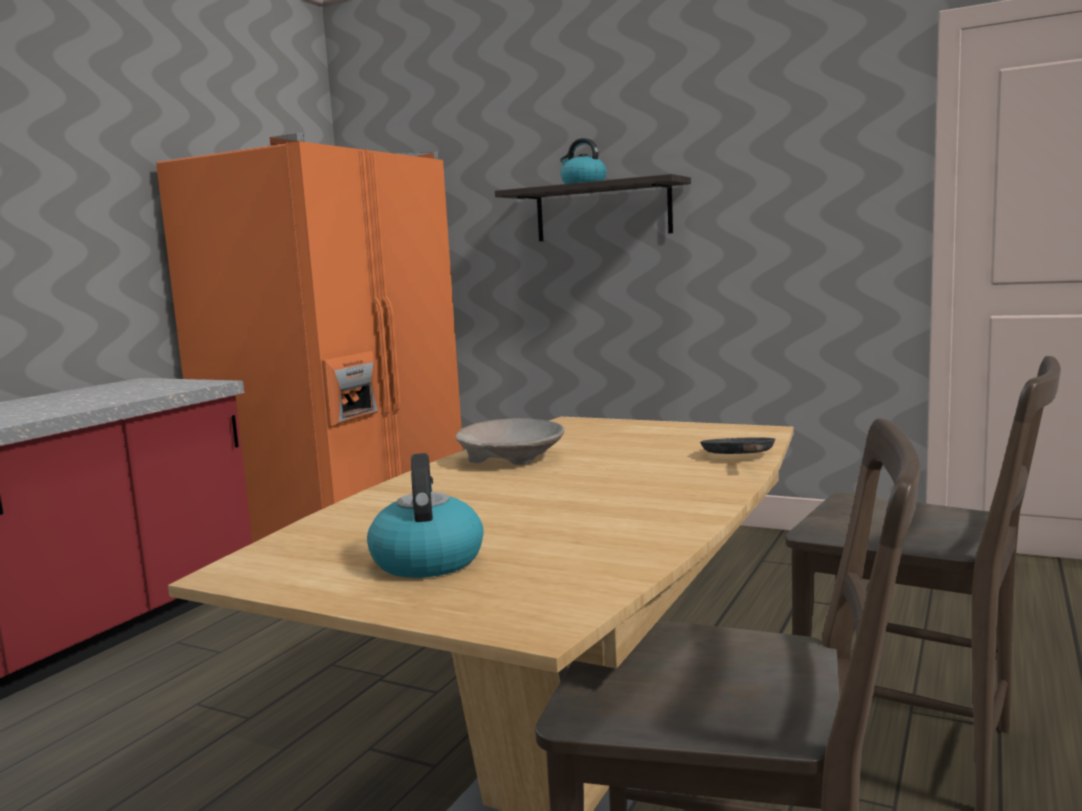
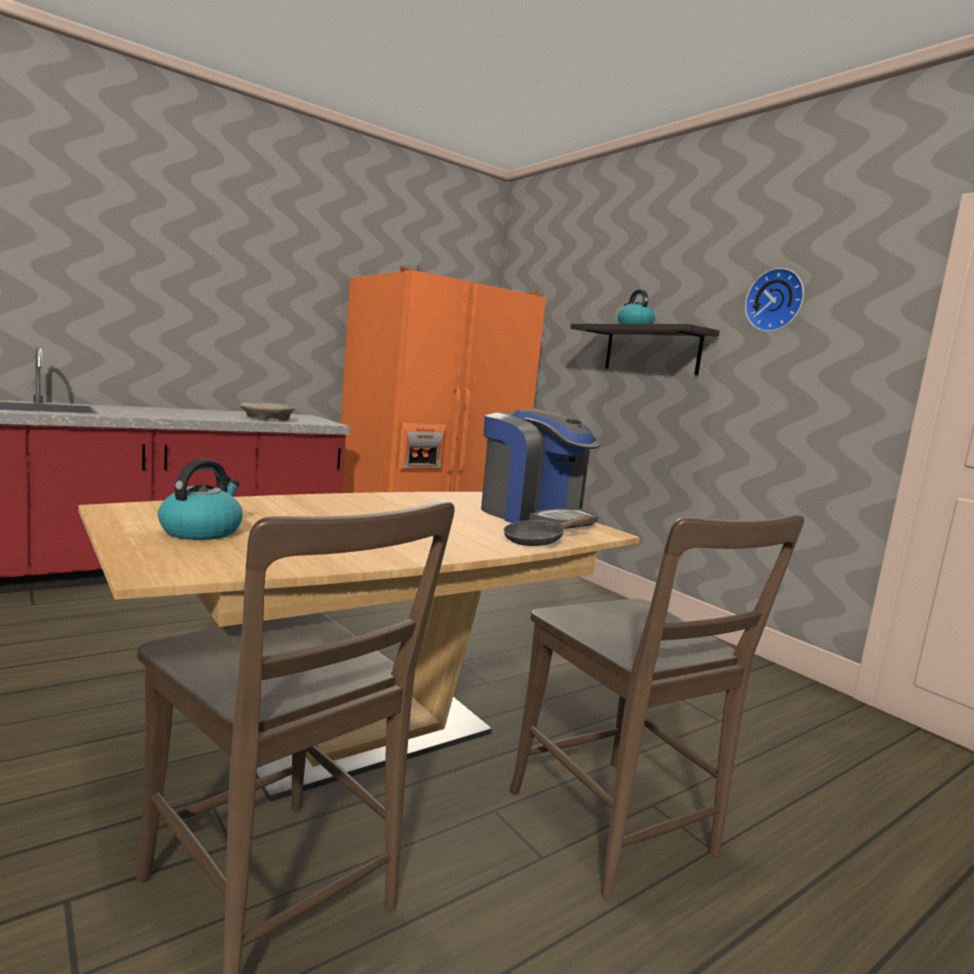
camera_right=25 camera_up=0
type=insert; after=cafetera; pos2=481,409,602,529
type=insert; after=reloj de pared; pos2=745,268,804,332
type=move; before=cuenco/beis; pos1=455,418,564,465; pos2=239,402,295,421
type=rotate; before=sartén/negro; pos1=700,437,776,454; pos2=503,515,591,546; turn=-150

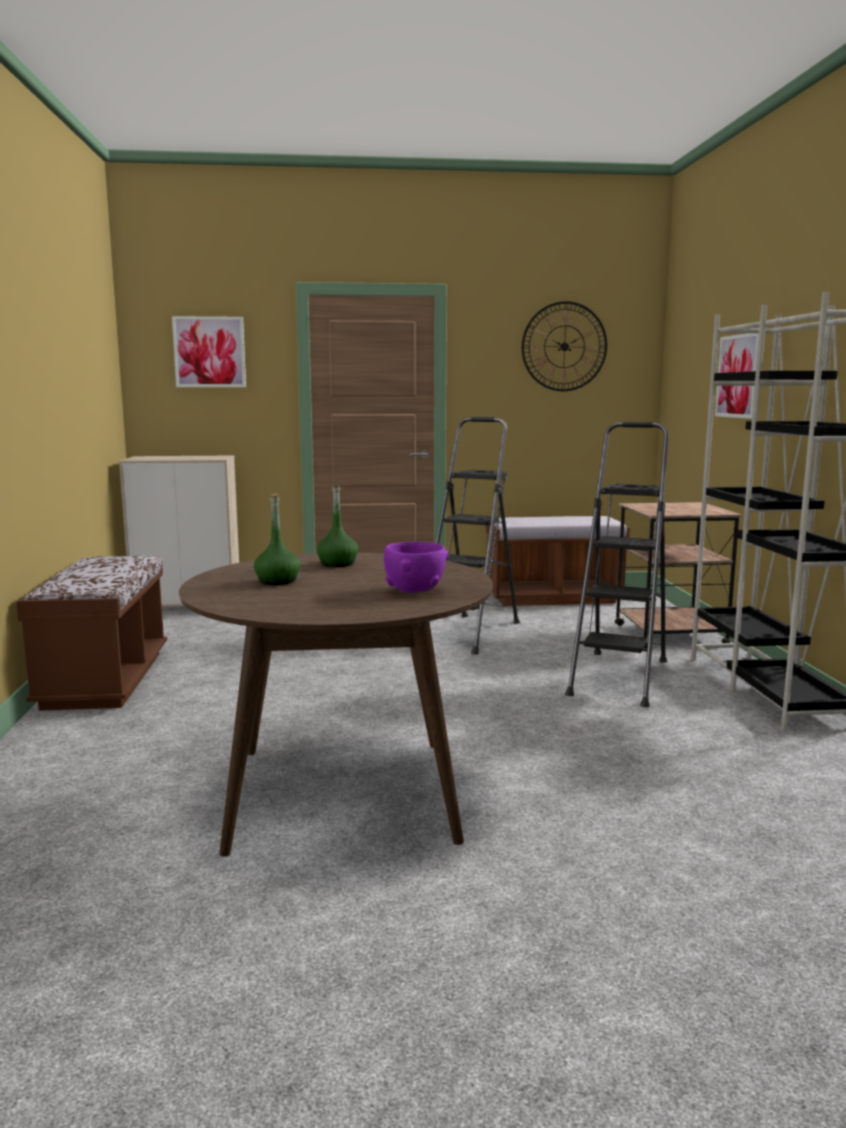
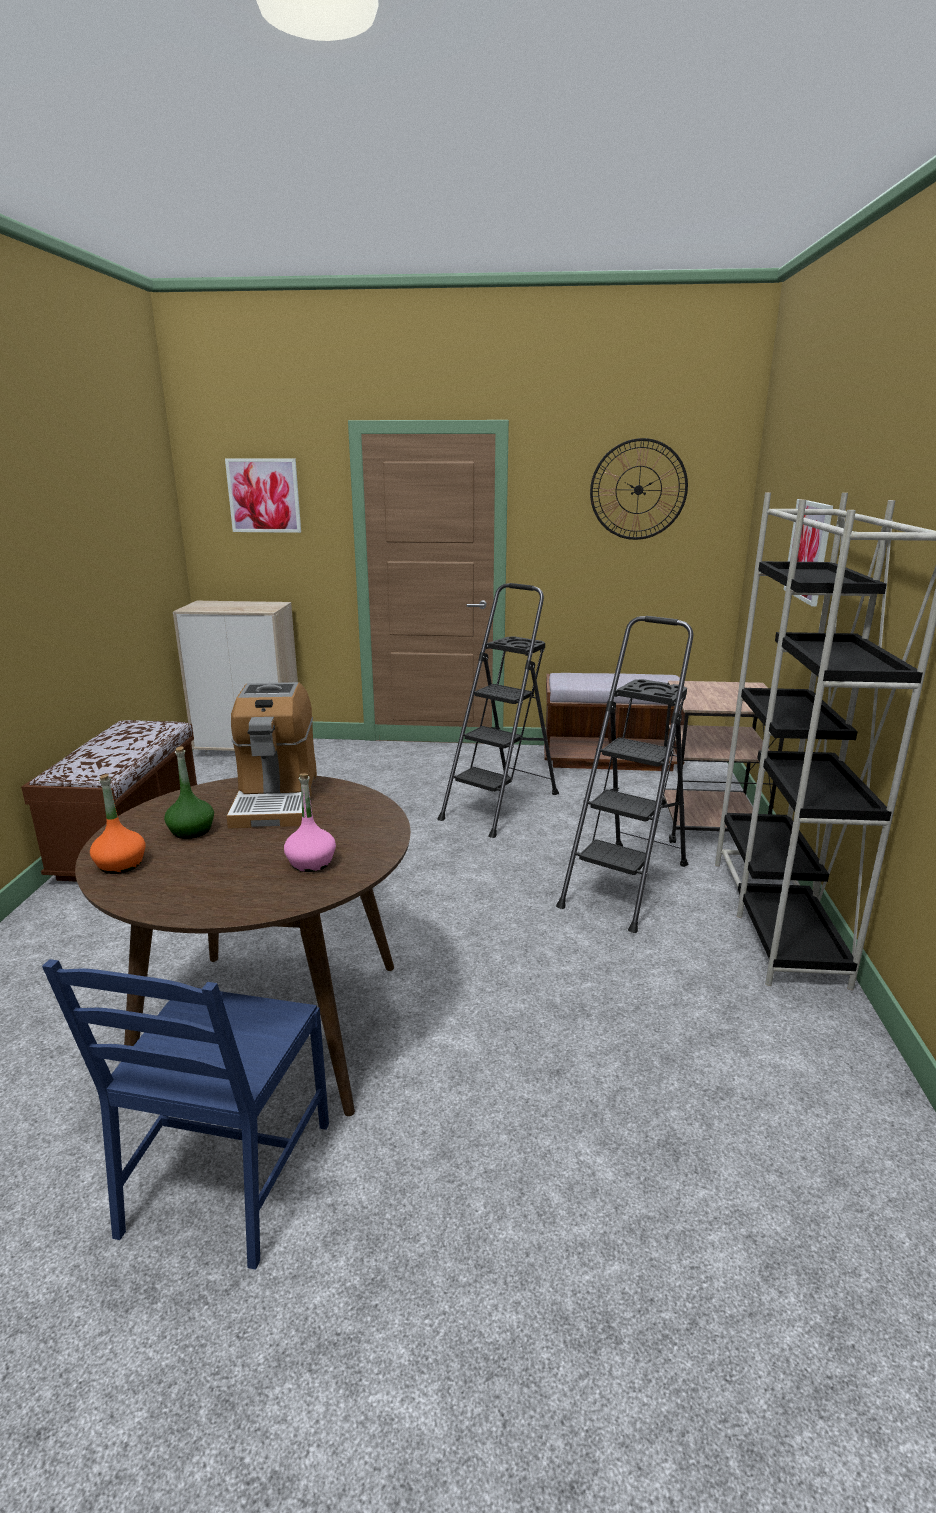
camera_right=10 camera_up=10
type=insert; after=silla/azul; pos2=42,959,329,1270
type=insert; after=botella/naranja; pos2=90,774,146,874
type=replace; before=botella/verde; after=cafetera; pos1=317,485,358,567; pos2=226,682,317,829
type=replace; before=cuenco/morado; after=botella/rosa; pos1=384,542,449,593; pos2=284,773,336,872

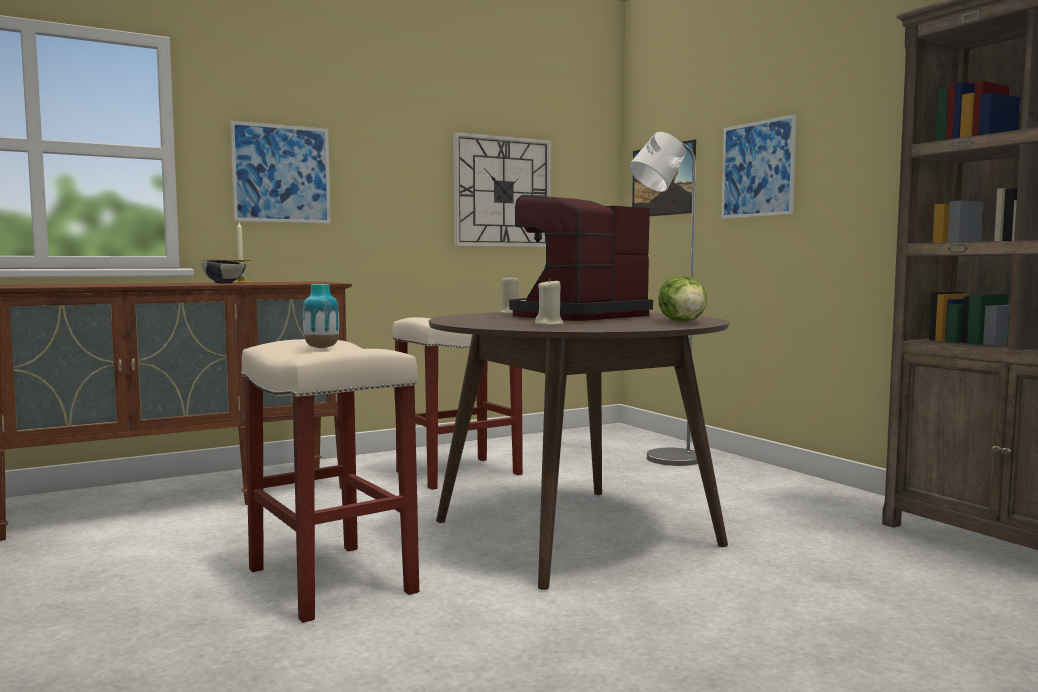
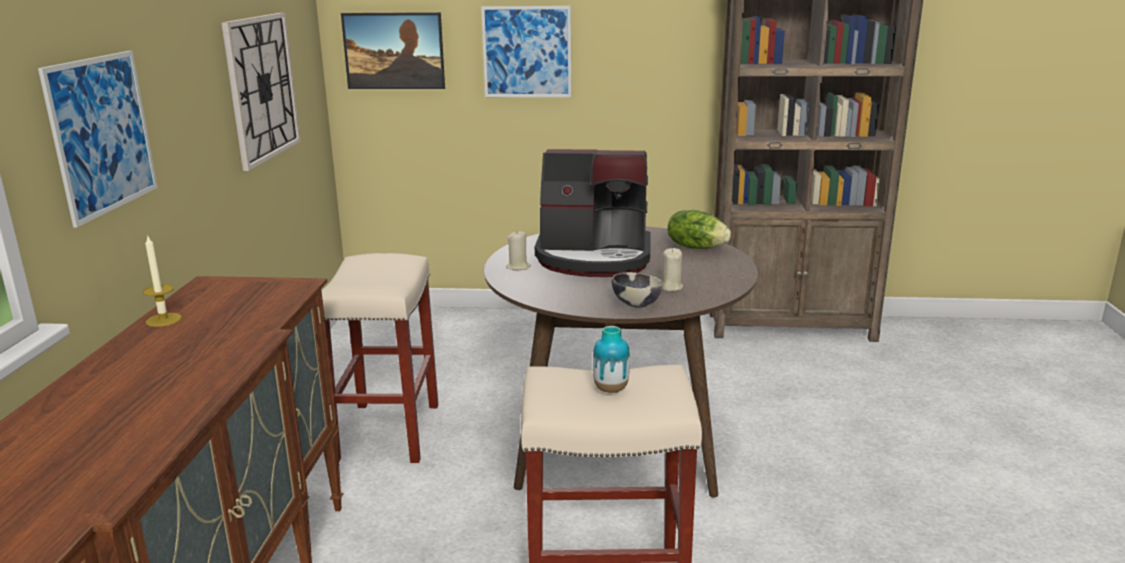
camera_right=-55 camera_up=15
type=delete; before=lámpara de pie/gris; pos1=629,132,698,466
type=move; before=cuenco; pos1=202,259,246,284; pos2=612,272,663,308
type=rotate; before=cafetera; pos1=509,195,653,321; pos2=535,149,650,277; turn=-75

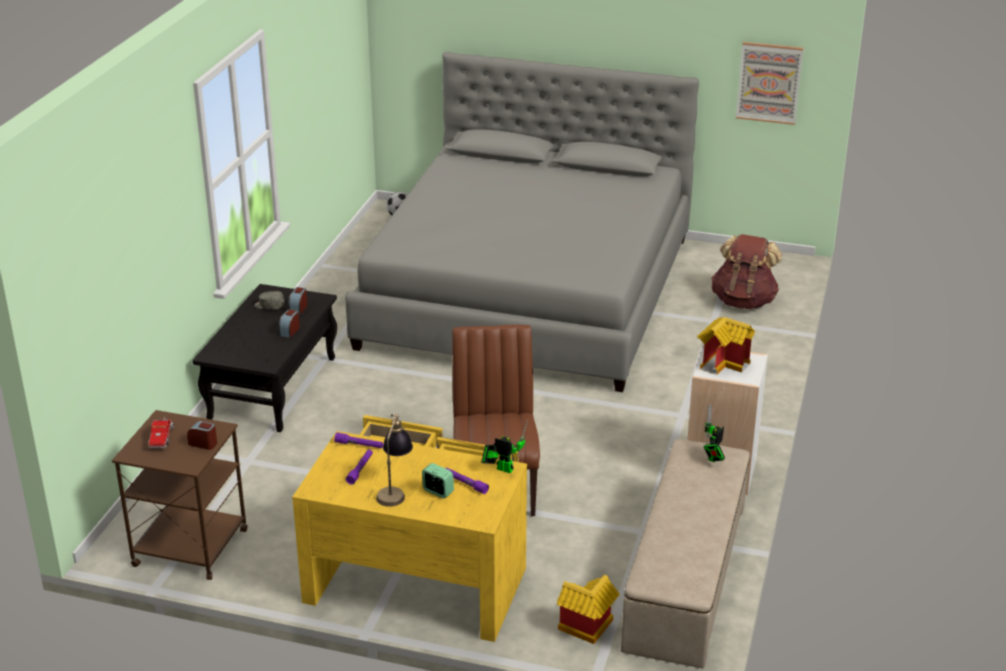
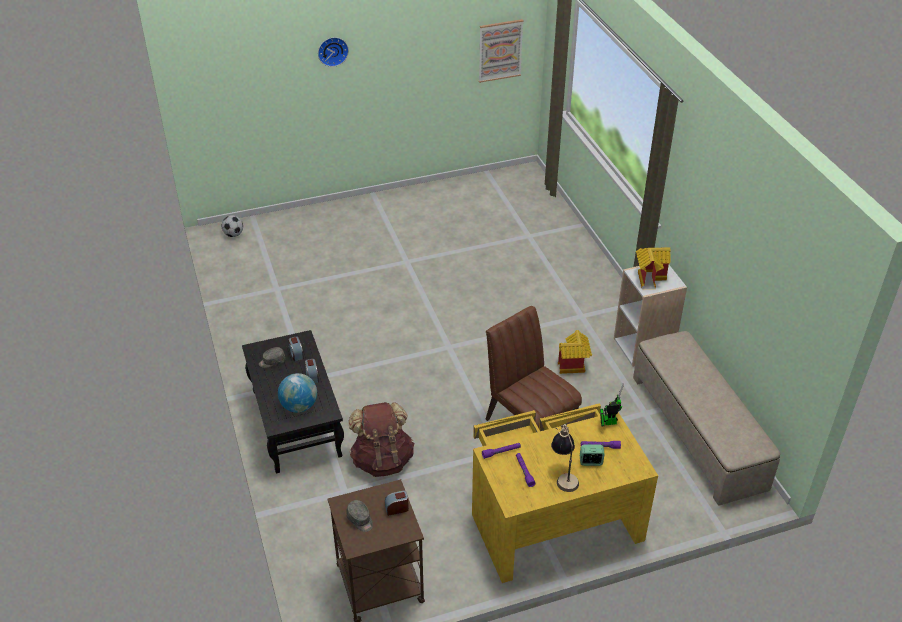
camera_right=-35 camera_up=10
type=delete; before=cama/gris; pos1=345,52,699,392
type=delete; before=robot de juguete; pos1=704,404,725,462
type=insert; after=globo terráqueo; pos2=278,373,317,413
type=insert; after=reloj de pared; pos2=318,37,349,67
type=move; before=casita; pos1=557,575,620,644; pos2=558,330,592,374
type=move; before=mochila/marrón; pos1=712,234,782,309; pos2=349,402,414,477
type=replace; before=camión de juguete; after=gorra/gris; pos1=148,418,174,448; pos2=346,500,373,532

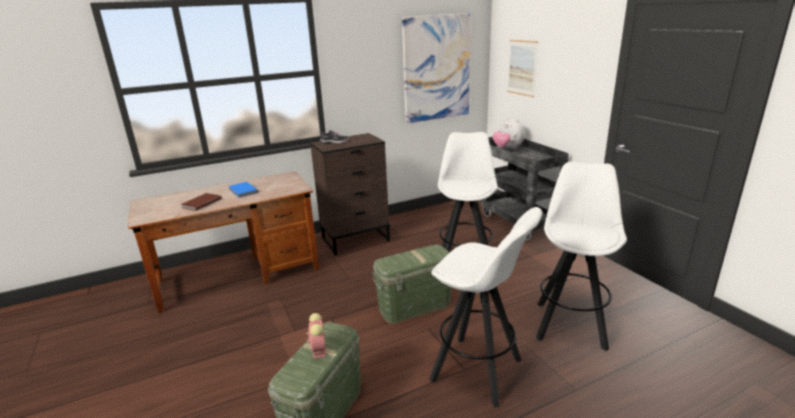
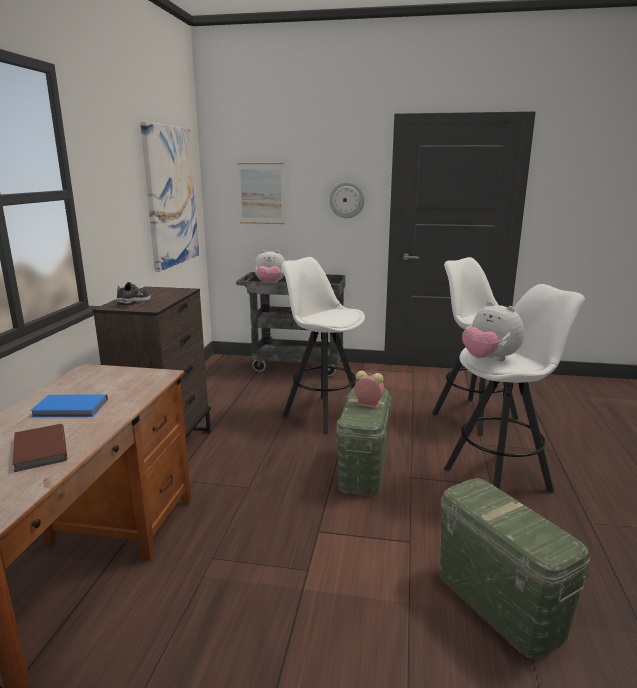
camera_right=-55 camera_up=-5
type=insert; after=reloj de pared; pos2=329,182,364,218
type=insert; after=peluche; pos2=462,301,524,361
type=move; before=despertador; pos1=306,313,326,359; pos2=354,371,384,409

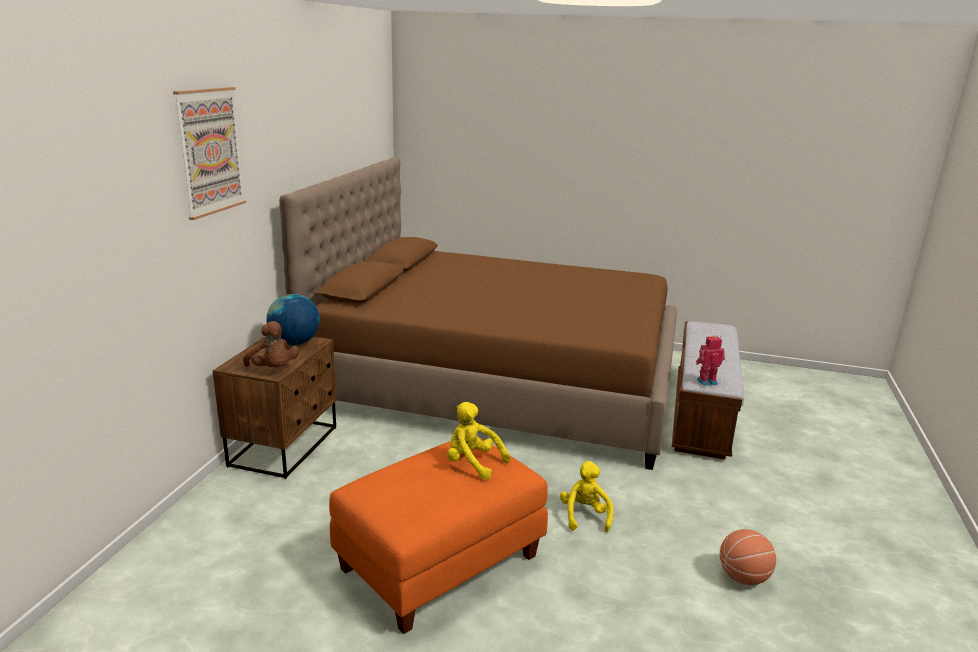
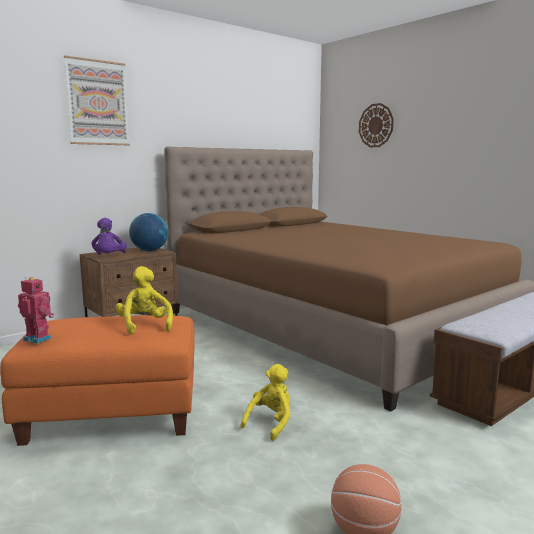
camera_right=35 camera_up=-10
type=insert; after=reloj de pared; pos2=359,103,394,147
type=move; before=robot de juguete; pos1=696,335,725,386; pos2=18,277,54,344
type=recolor; before=peluche/marrón; after=peluche/morado; pos1=243,321,299,367; pos2=91,218,127,255

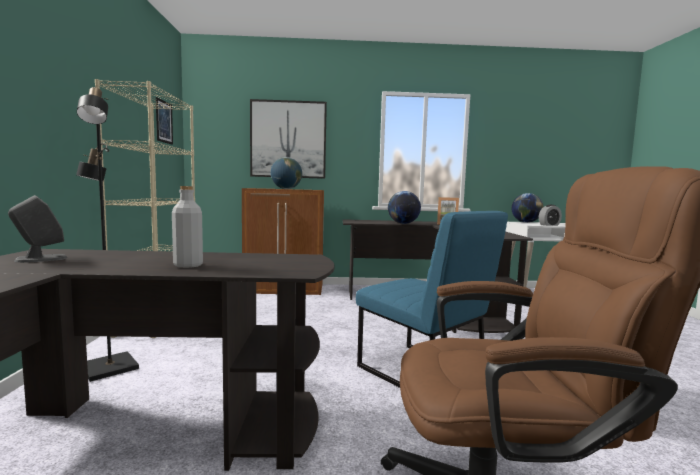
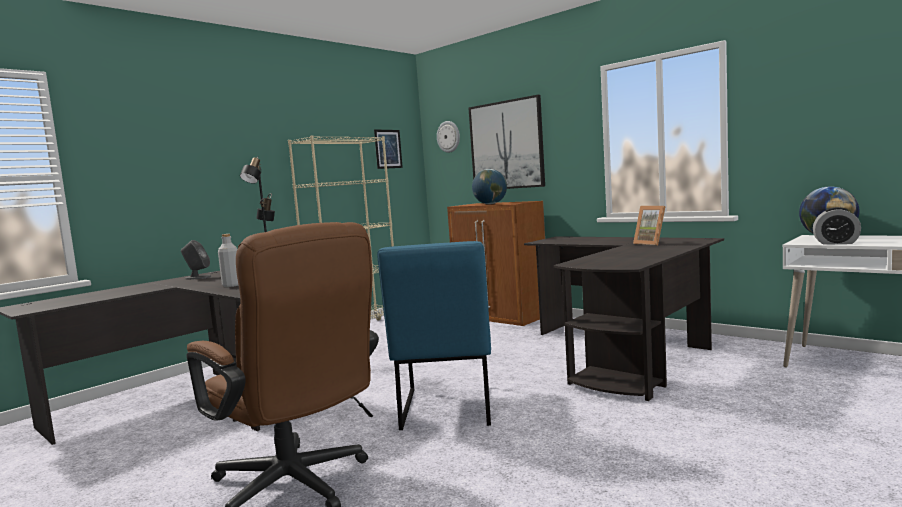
camera_right=45 camera_up=0
type=delete; before=globo terráqueo; pos1=388,191,421,224
type=insert; after=reloj de pared; pos2=437,121,460,153

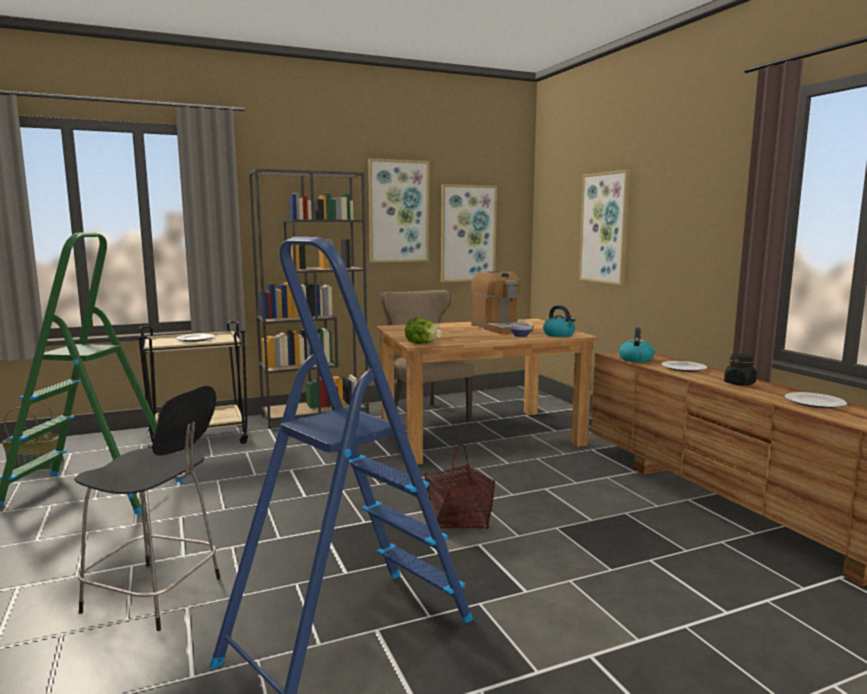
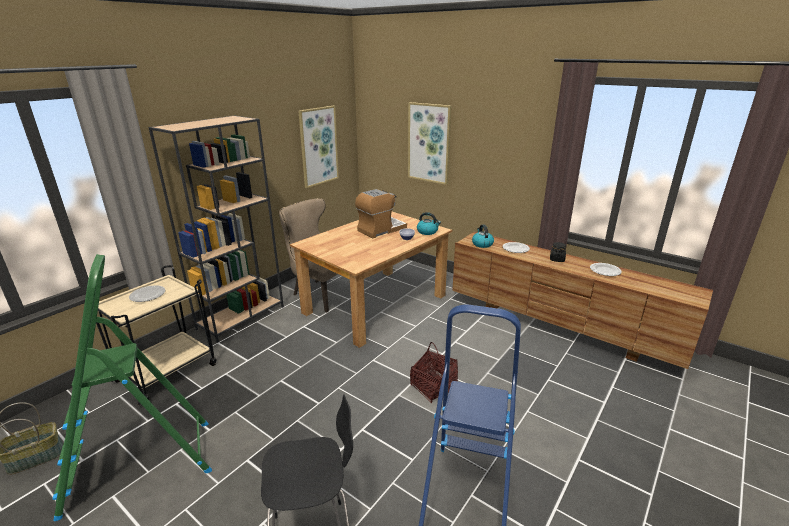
camera_right=-30 camera_up=15
type=delete; before=cuadro; pos1=368,159,429,263
type=delete; before=lechuga; pos1=405,317,442,344
type=rotate; before=cafetera; pos1=471,270,533,334; pos2=355,189,407,238; turn=-75

